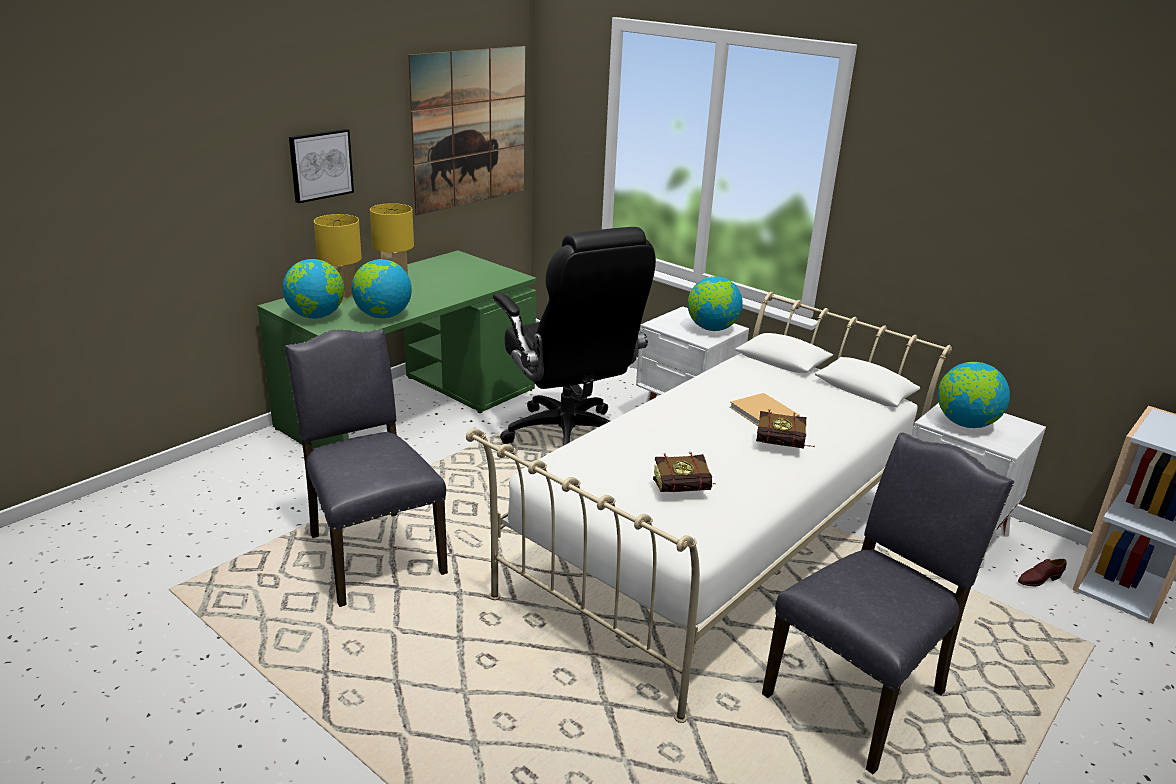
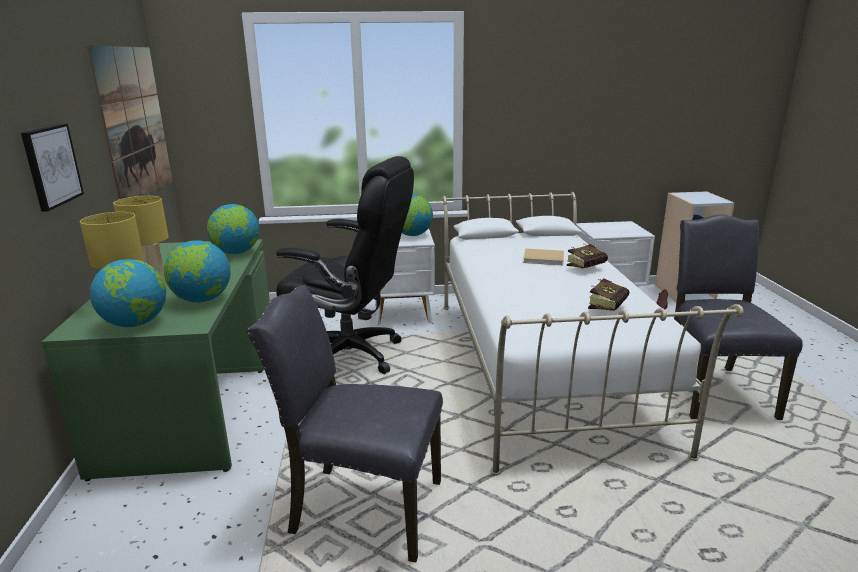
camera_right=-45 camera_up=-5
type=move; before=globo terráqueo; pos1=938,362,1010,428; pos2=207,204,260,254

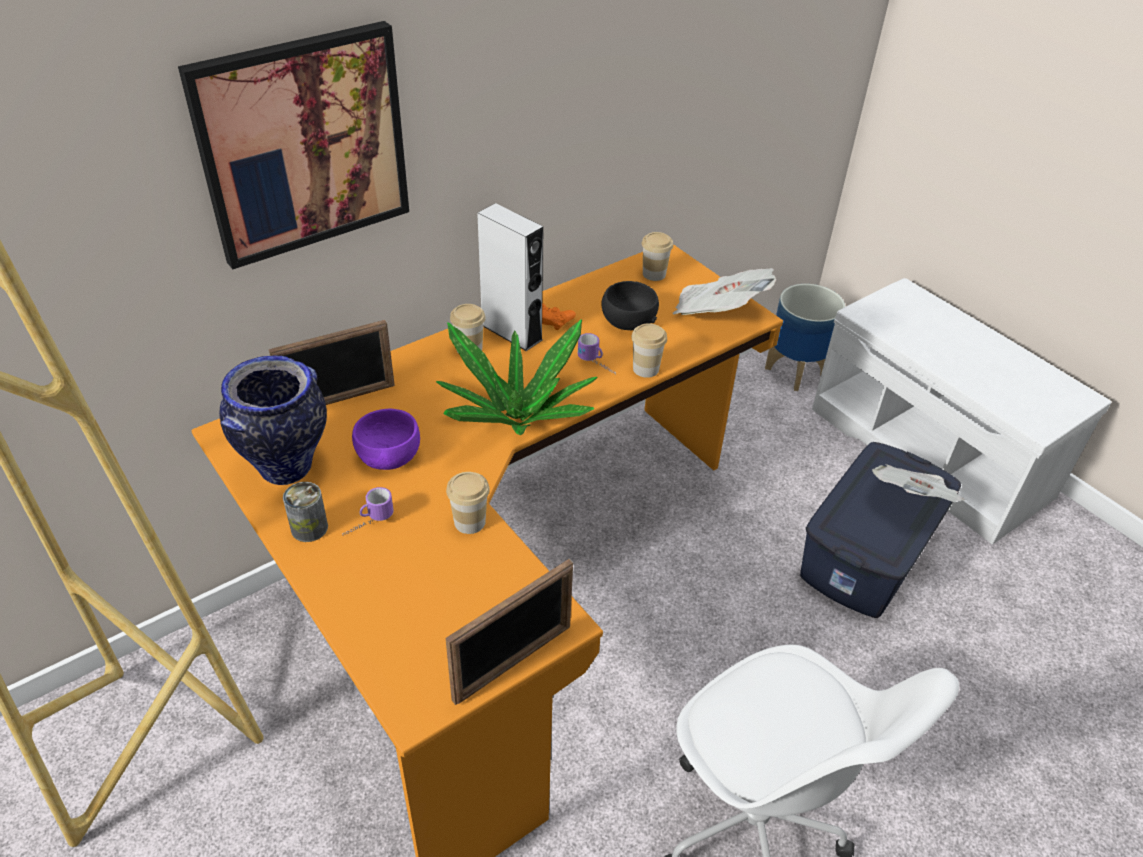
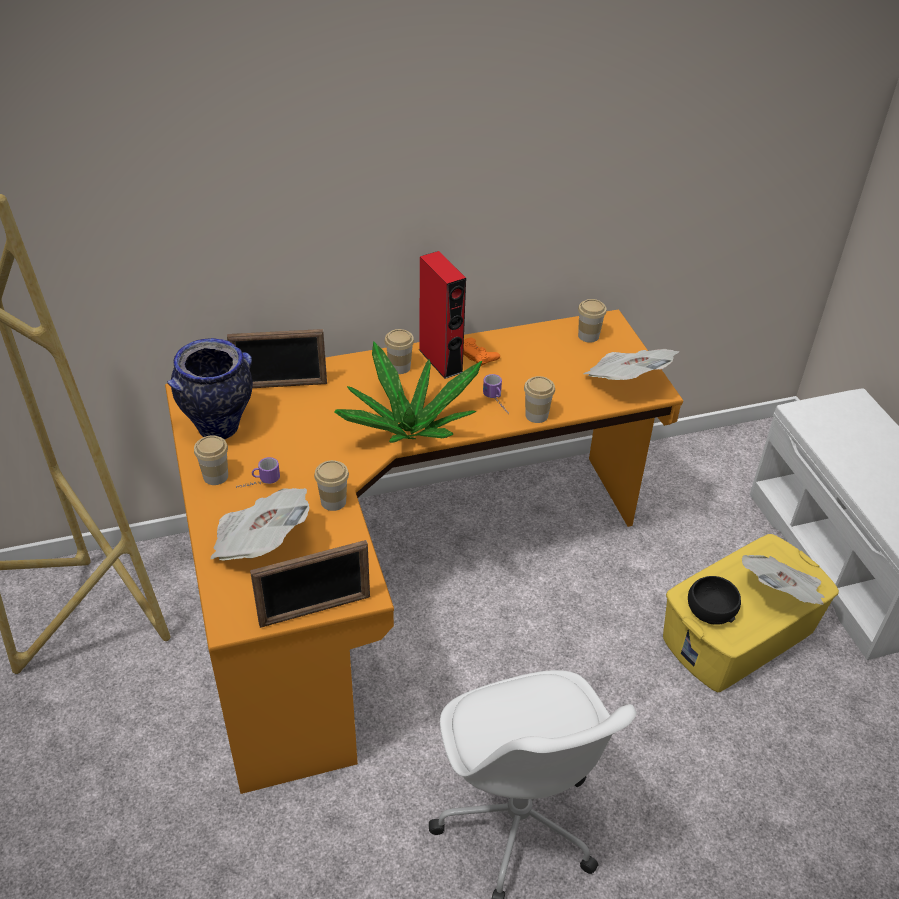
camera_right=20 camera_up=0
type=delete; before=cuadro; pos1=178,21,409,269
type=delete; before=cuenco/morado; pos1=352,409,420,470
type=delete; before=maceta; pos1=765,284,845,391
type=insert; after=periódico; pos2=211,488,310,560
type=move; before=cuenco/negro; pos1=601,281,659,330; pos2=688,576,741,625
type=replace; before=lata; after=taza; pos1=283,482,328,542; pos2=194,435,228,485
type=recolor; before=altavoz/gris; after=altavoz/rojo; pos1=477,203,543,351; pos2=418,251,466,379
type=recolor; before=caja de almacenaje/azul; after=caja de almacenaje/amarillo; pos1=800,442,961,618; pos2=663,534,839,692

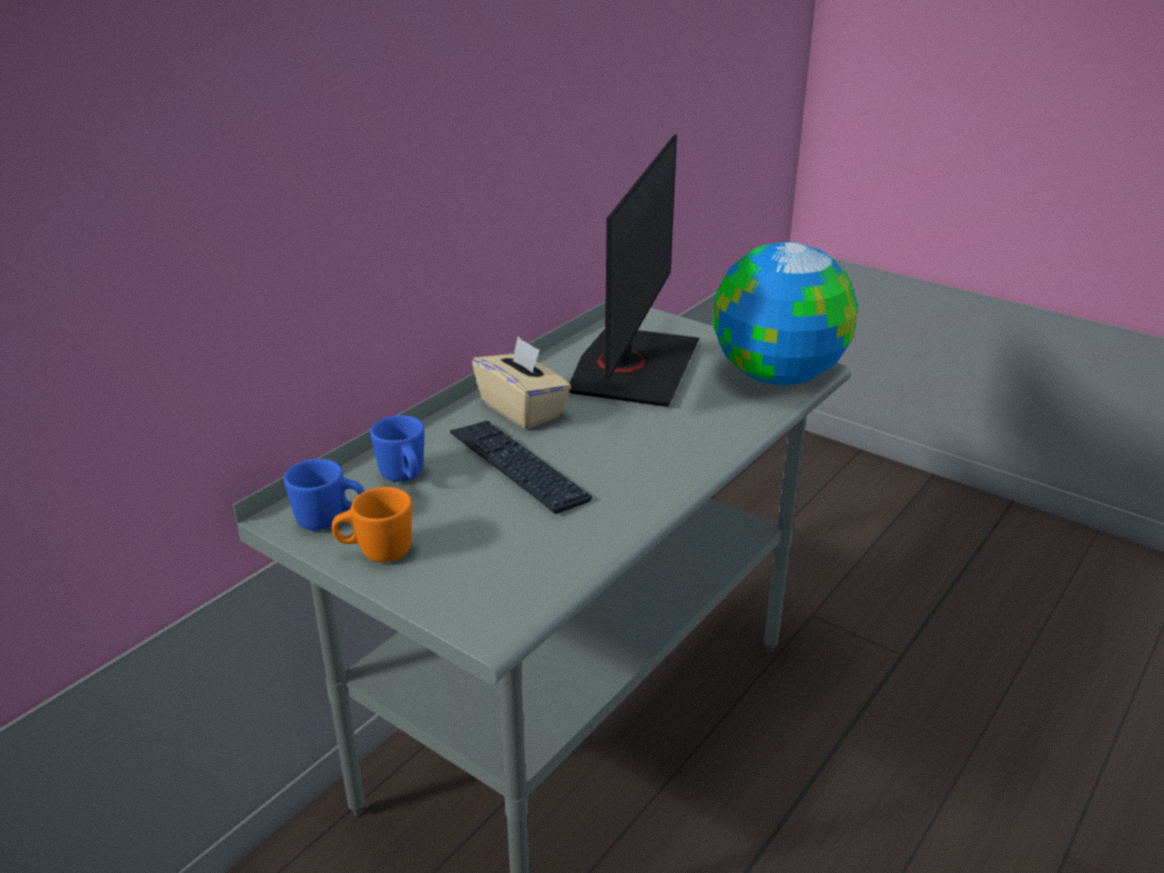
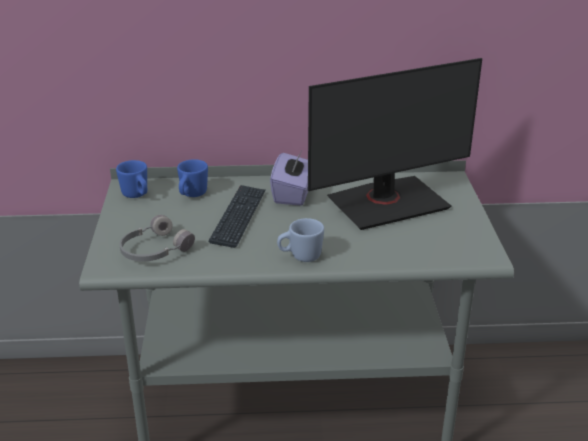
camera_right=50 camera_up=0
type=delete; before=taza grande/naranja; pos1=332,487,412,562
type=delete; before=globo terráqueo; pos1=713,242,858,385
type=insert; after=auriculares/gris; pos2=120,215,195,262
type=insert; after=taza grande/azul; pos2=277,218,324,262
type=recolor; before=caja de pañuelos/beis; after=caja de pañuelos/morado; pos1=472,336,571,429; pos2=270,149,308,206

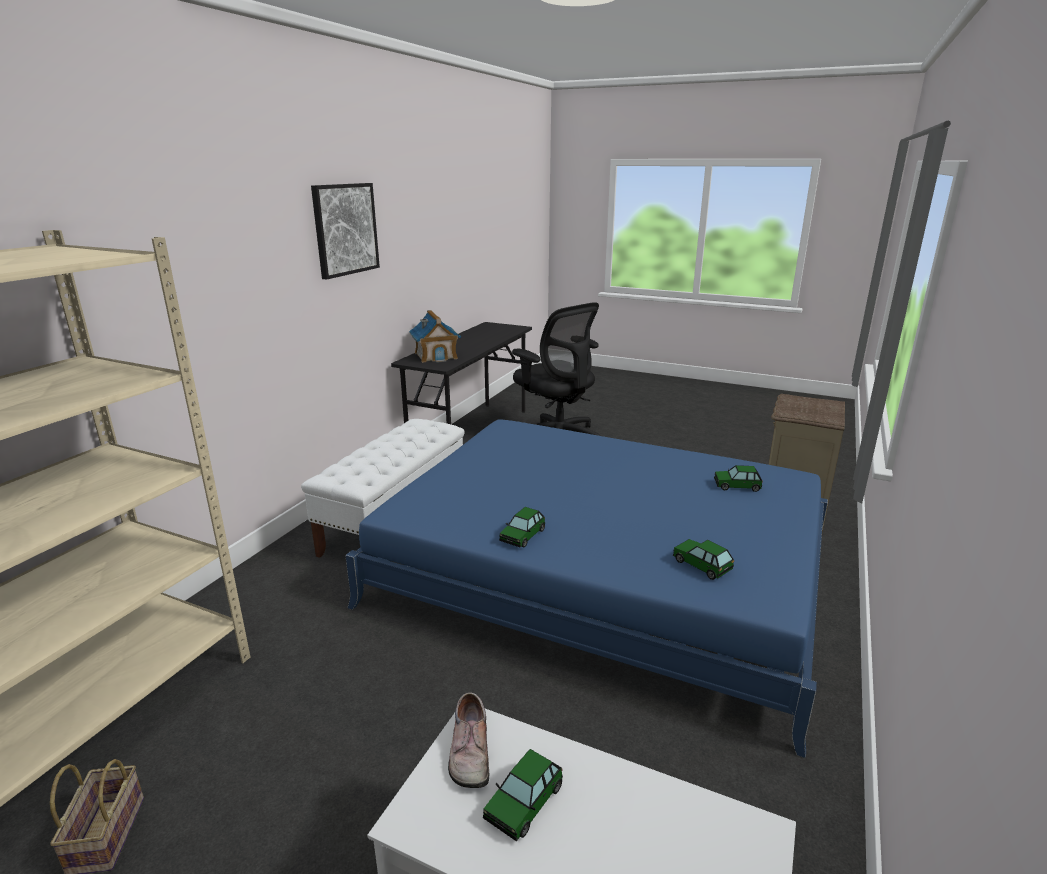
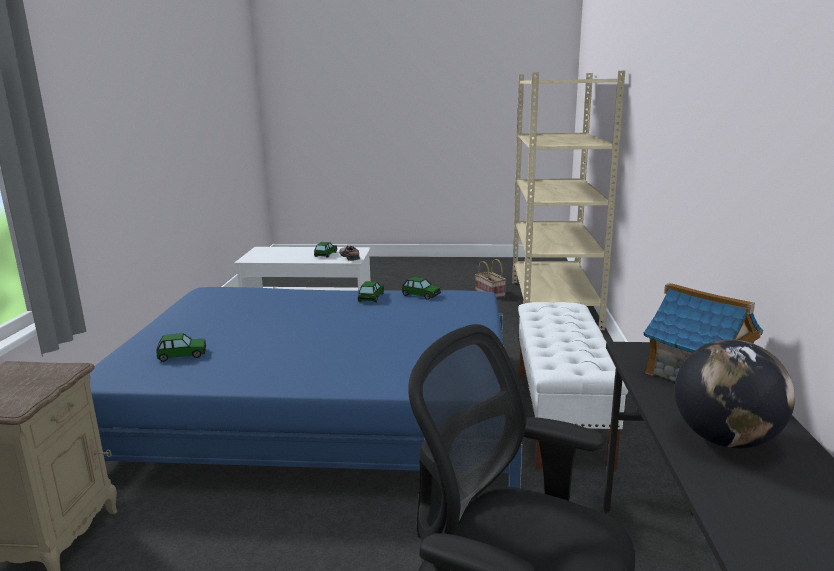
camera_right=160 camera_up=-5
type=delete; before=cuadro; pos1=311,183,380,279
type=insert; after=globo terráqueo; pos2=675,339,795,448
type=move; before=coche de juguete; pos1=673,539,734,580; pos2=402,277,441,300

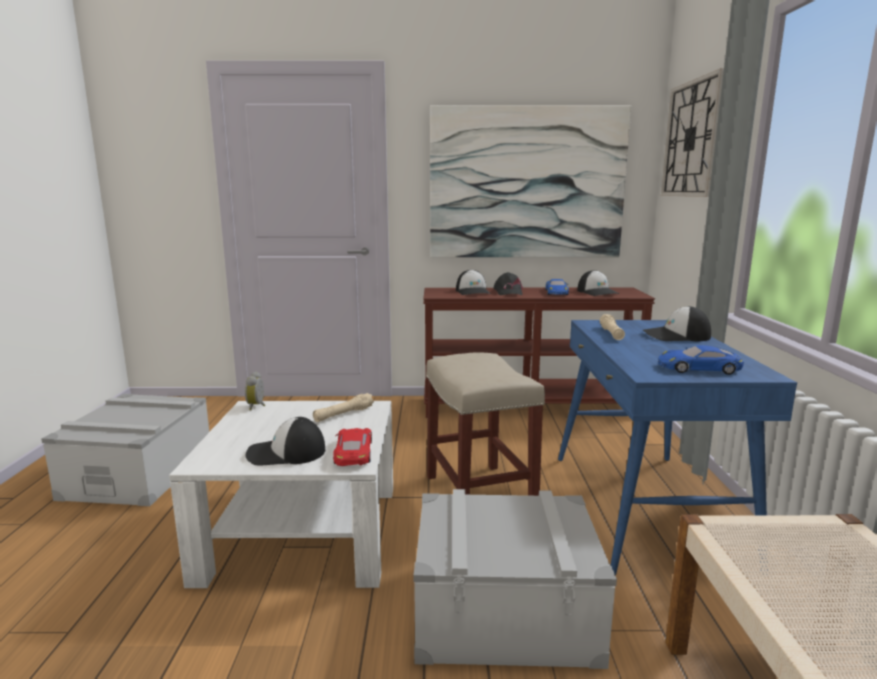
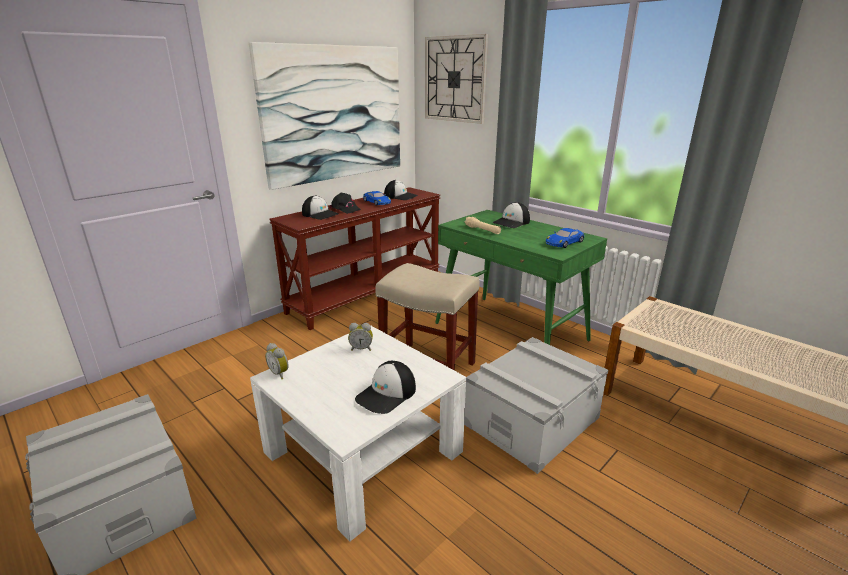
camera_right=-45 camera_up=10
type=delete; before=coche de juguete/rojo; pos1=333,428,372,466
type=replace; before=linterna/beis; after=despertador; pos1=313,393,374,422; pos2=348,323,373,351
type=recolor; before=escritorio/azul; after=escritorio/verde; pos1=558,320,797,575; pos2=435,210,607,345

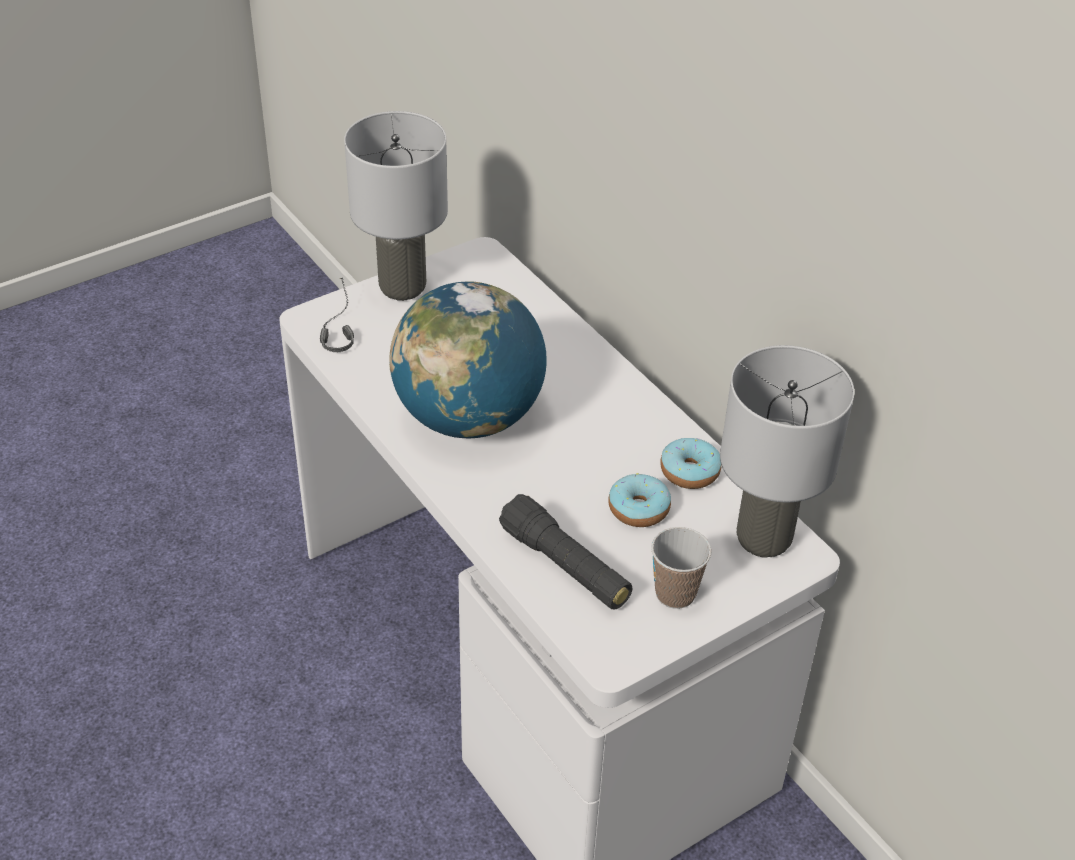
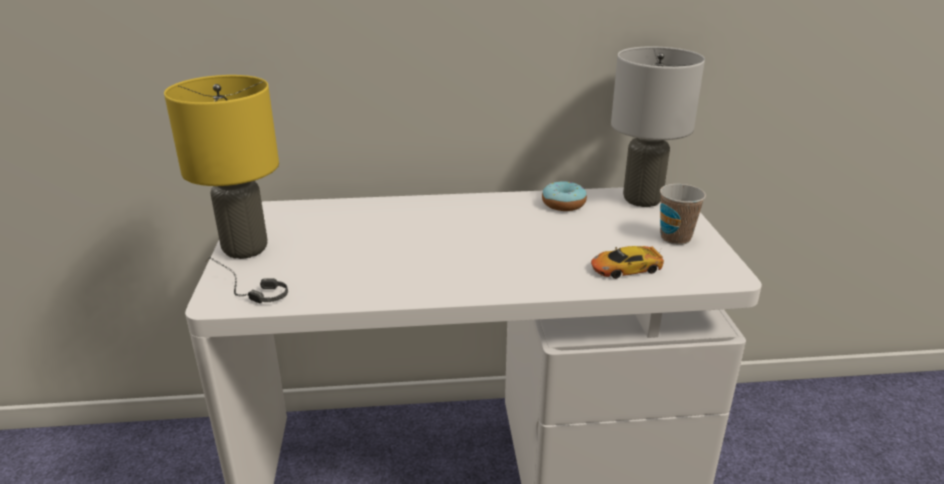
camera_right=-60 camera_up=-15
type=delete; before=globo terráqueo; pos1=389,282,547,438
type=delete; before=rosquilla; pos1=608,473,671,527
type=replace; before=linterna/negro; after=coche de juguete; pos1=499,494,633,610; pos2=591,229,671,279
type=recolor; before=lámpara de mesa/blanco; after=lámpara de mesa/amarillo; pos1=344,111,448,301; pos2=164,75,279,259

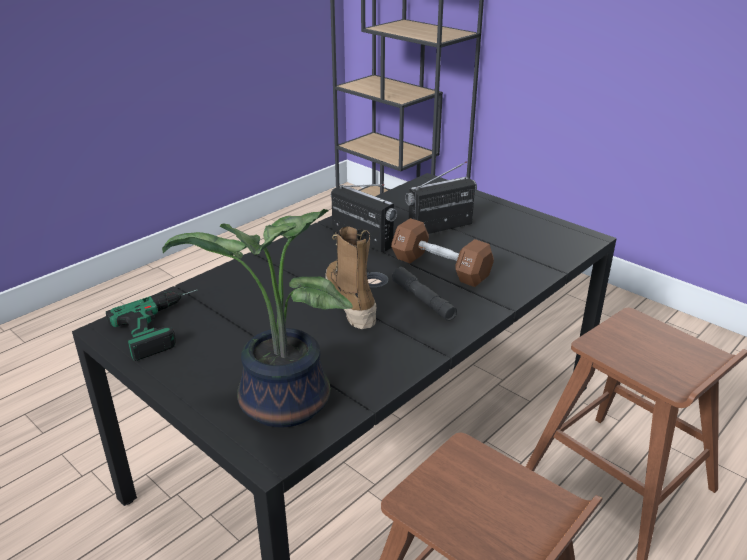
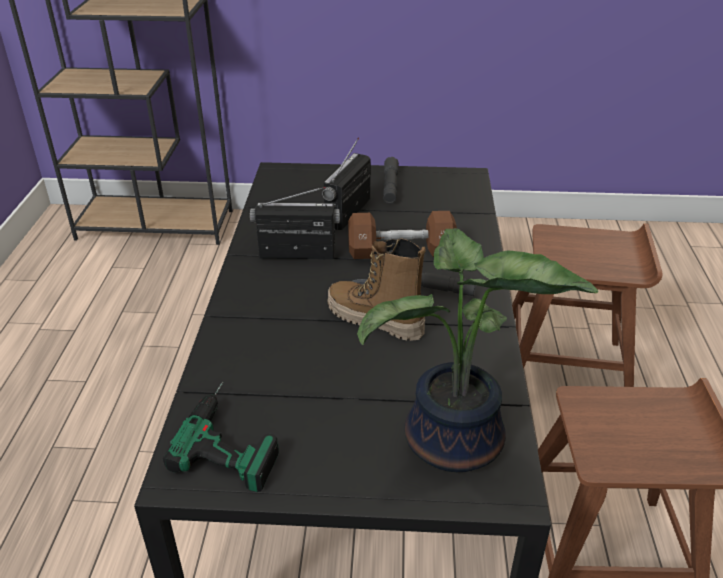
camera_right=-40 camera_up=5
type=insert; after=linterna/gris; pos2=383,157,399,204

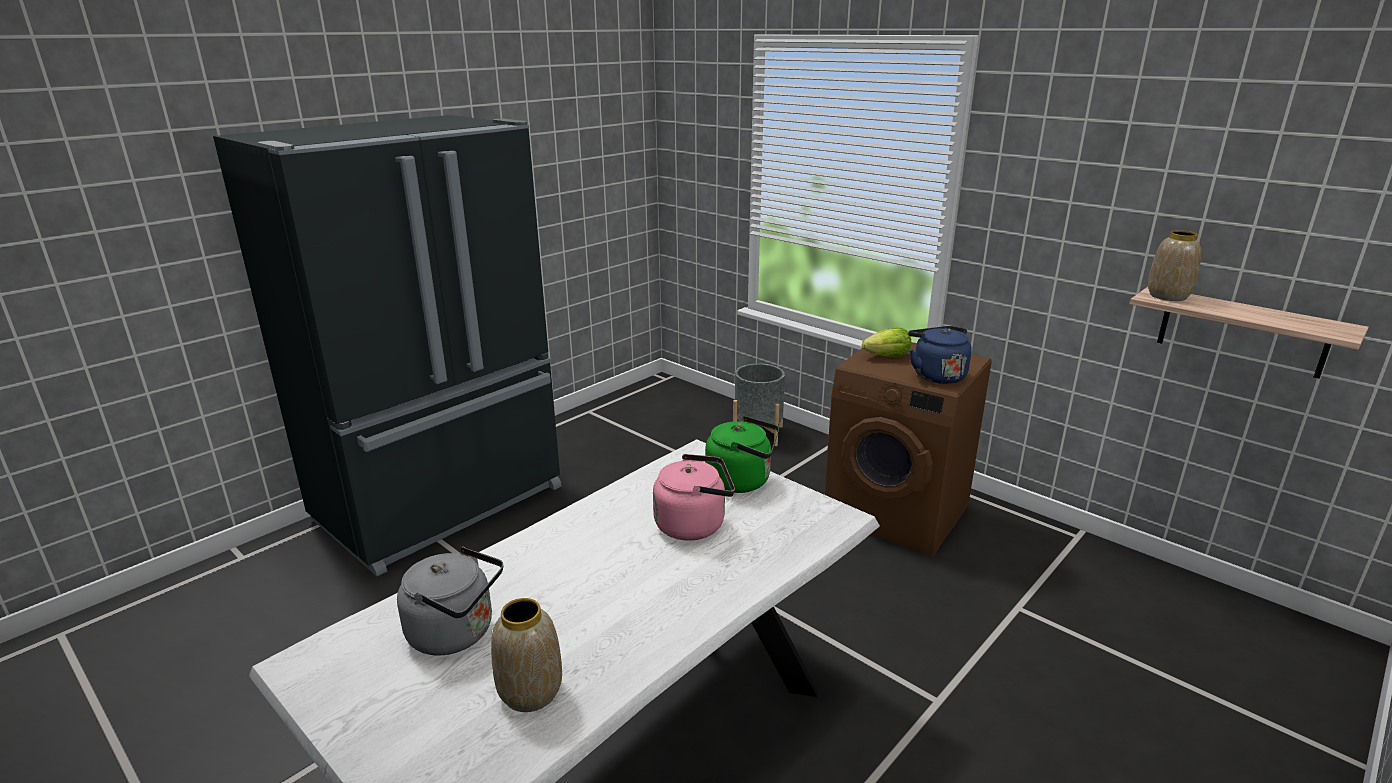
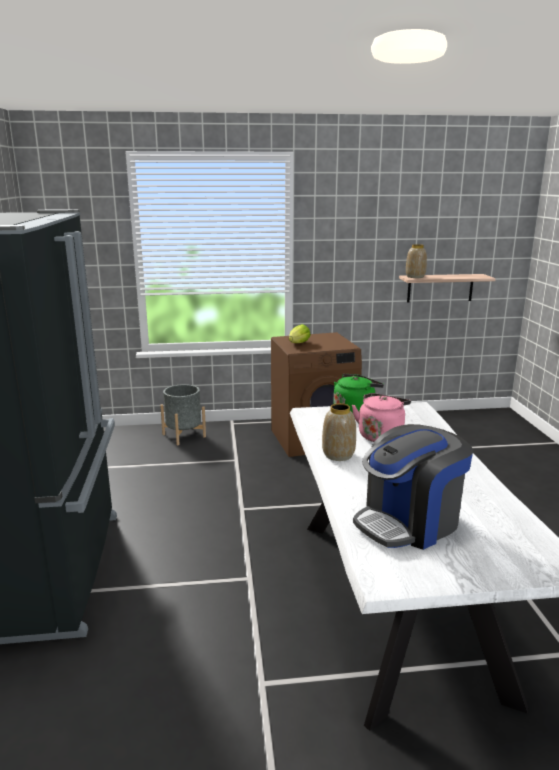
camera_right=-50 camera_up=-5
type=delete; before=hervidor/azul; pos1=908,326,972,384
type=move; before=florero; pos1=491,598,562,712; pos2=322,403,356,461
type=replace; before=hervidor/gris; after=cafetera; pos1=397,546,503,656; pos2=353,424,473,550

